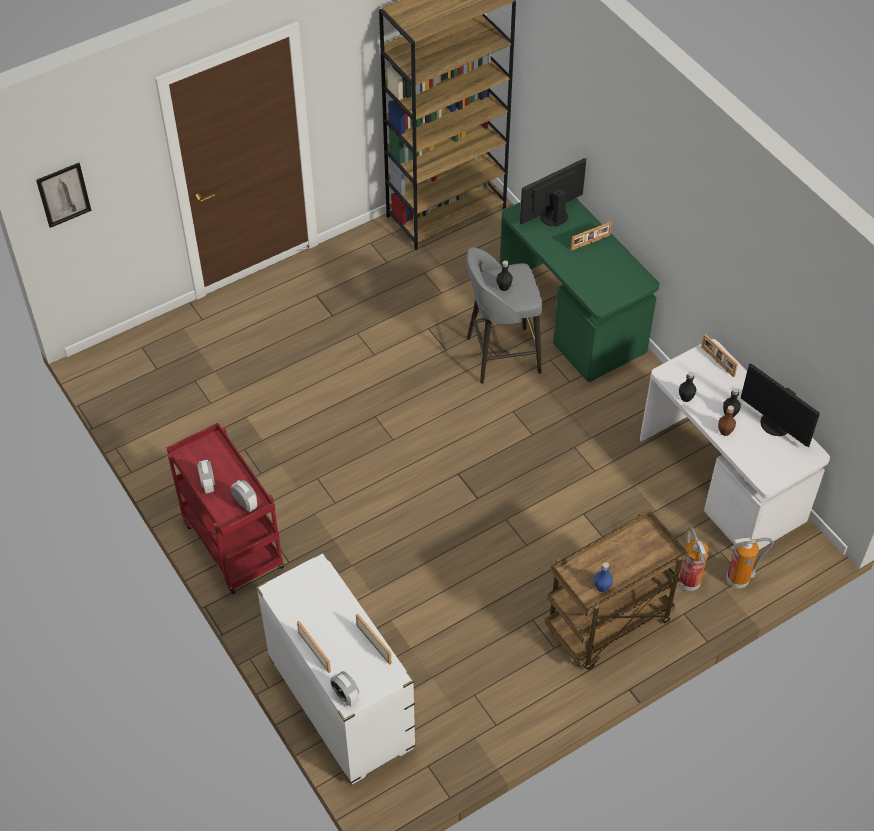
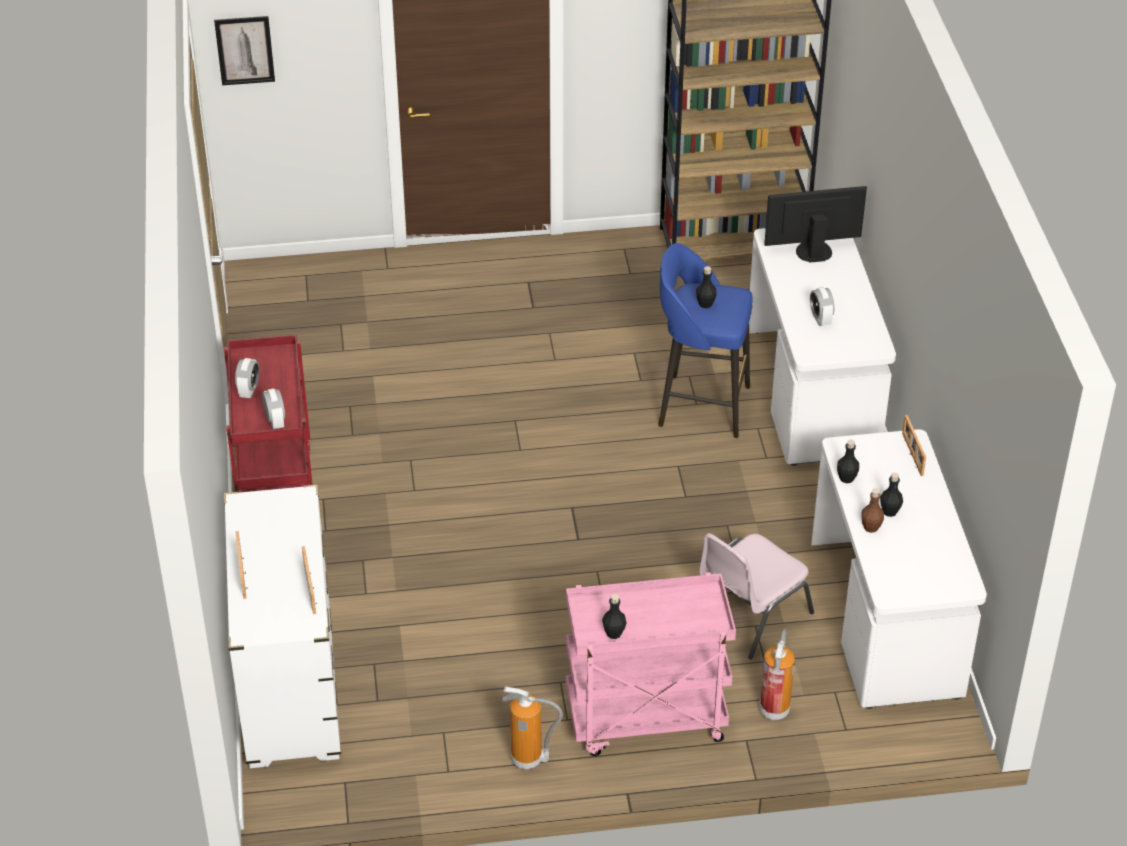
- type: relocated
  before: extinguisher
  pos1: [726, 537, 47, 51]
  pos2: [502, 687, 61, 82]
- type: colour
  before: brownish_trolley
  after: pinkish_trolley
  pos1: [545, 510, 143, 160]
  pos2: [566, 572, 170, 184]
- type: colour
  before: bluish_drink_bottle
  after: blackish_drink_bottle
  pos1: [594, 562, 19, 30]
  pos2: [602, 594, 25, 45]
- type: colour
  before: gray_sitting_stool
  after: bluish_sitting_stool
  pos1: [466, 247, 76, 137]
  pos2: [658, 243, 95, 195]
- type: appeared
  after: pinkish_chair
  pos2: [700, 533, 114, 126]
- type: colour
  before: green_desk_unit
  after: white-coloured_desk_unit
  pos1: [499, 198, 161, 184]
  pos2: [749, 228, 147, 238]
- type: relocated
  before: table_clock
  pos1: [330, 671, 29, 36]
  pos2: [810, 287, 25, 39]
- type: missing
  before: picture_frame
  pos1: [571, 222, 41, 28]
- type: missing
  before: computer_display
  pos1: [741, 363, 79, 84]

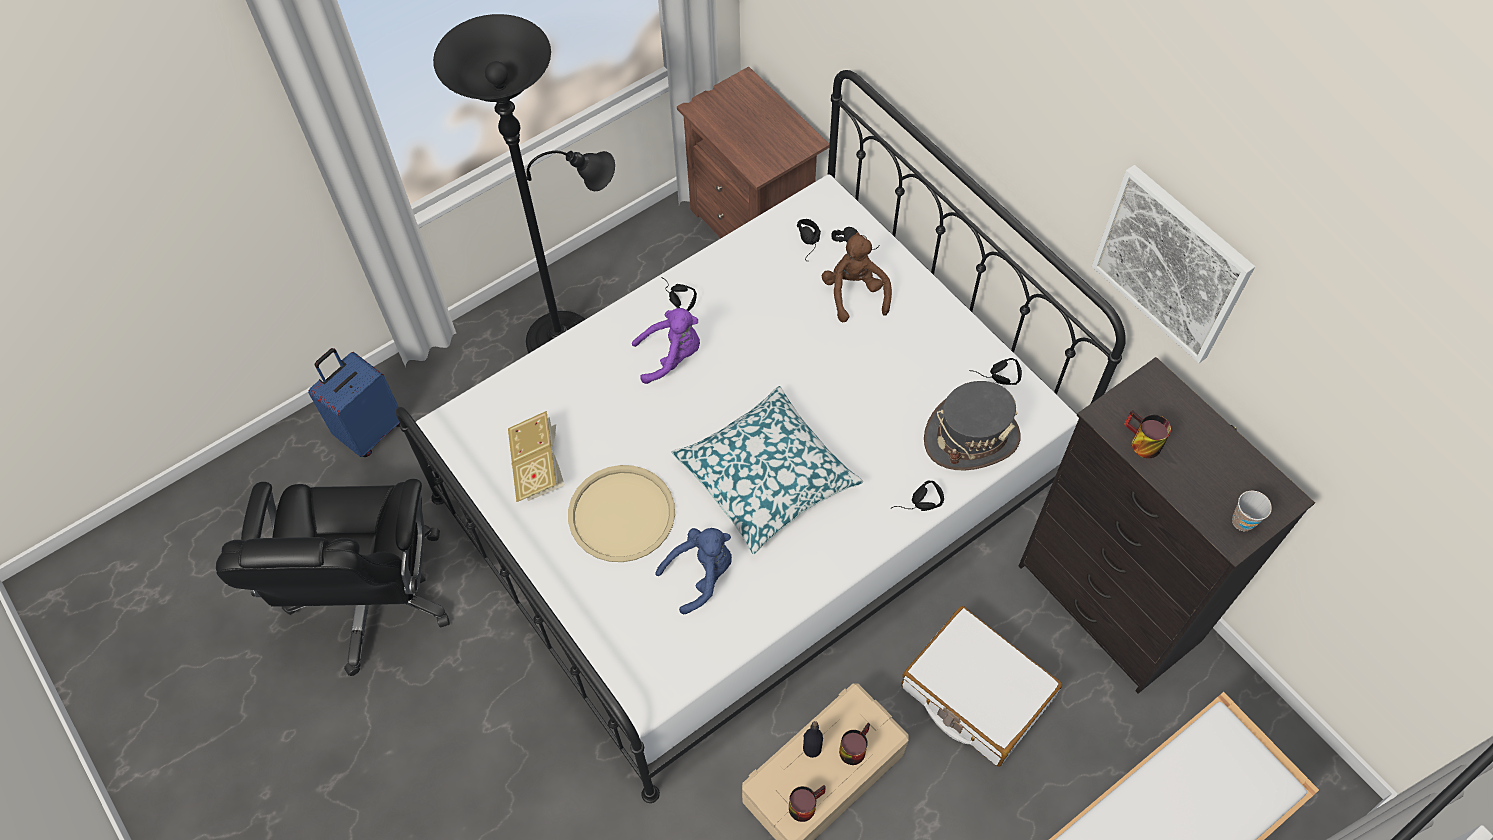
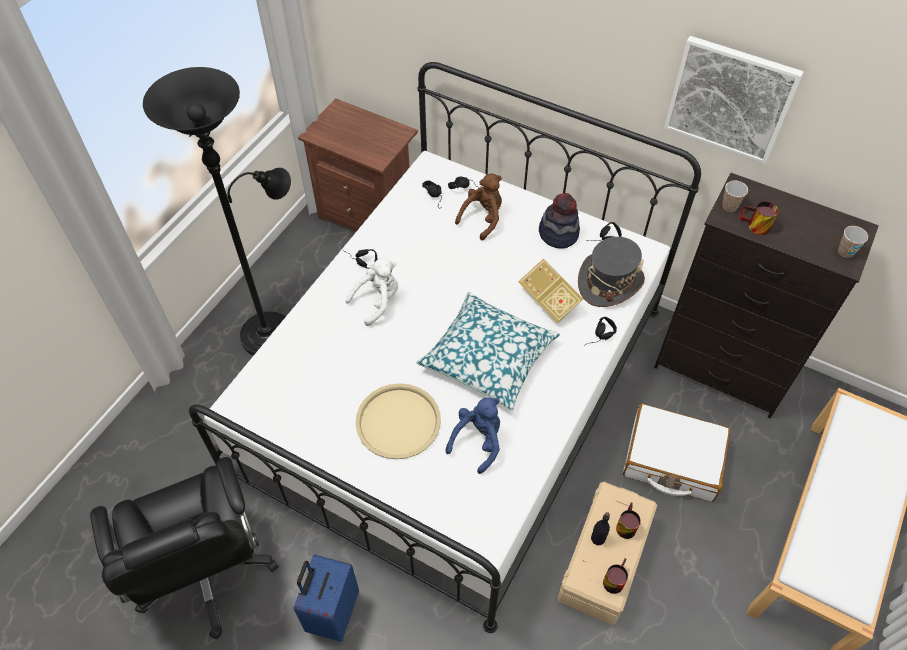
- type: relocated
  before: bluish_piece_of_luggage
  pos1: [308, 348, 92, 109]
  pos2: [294, 554, 65, 88]
- type: colour
  before: purplish_cuddly_toy
  after: white-coloured_cuddly_toy
  pos1: [632, 308, 68, 76]
  pos2: [346, 258, 52, 68]
- type: spun
  before: brownish_cuddly_toy
  pos1: [822, 232, 70, 90]
  pos2: [455, 173, 47, 67]
  turn: 75
- type: relocated
  before: volume
  pos1: [508, 411, 57, 91]
  pos2: [518, 258, 65, 65]
- type: appeared
  after: wearable_hat
  pos2: [539, 193, 41, 56]
- type: appeared
  after: small_cup
  pos2: [722, 181, 26, 31]

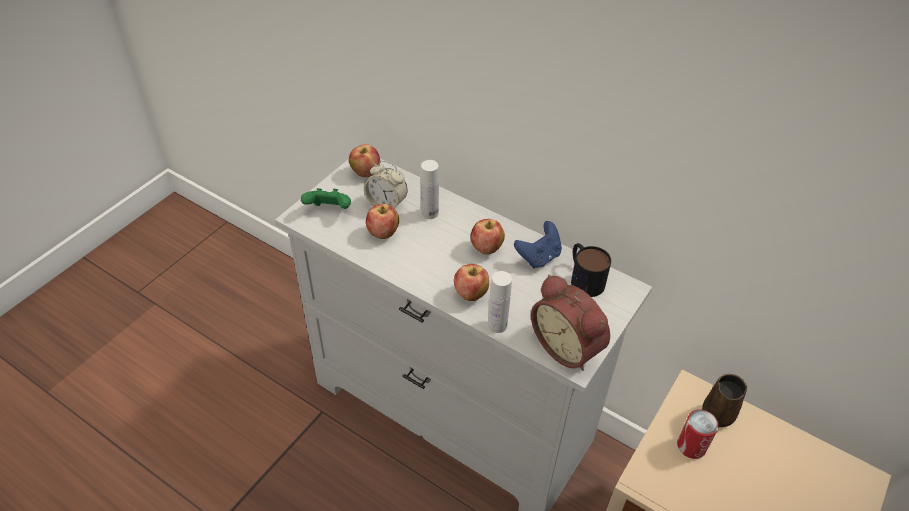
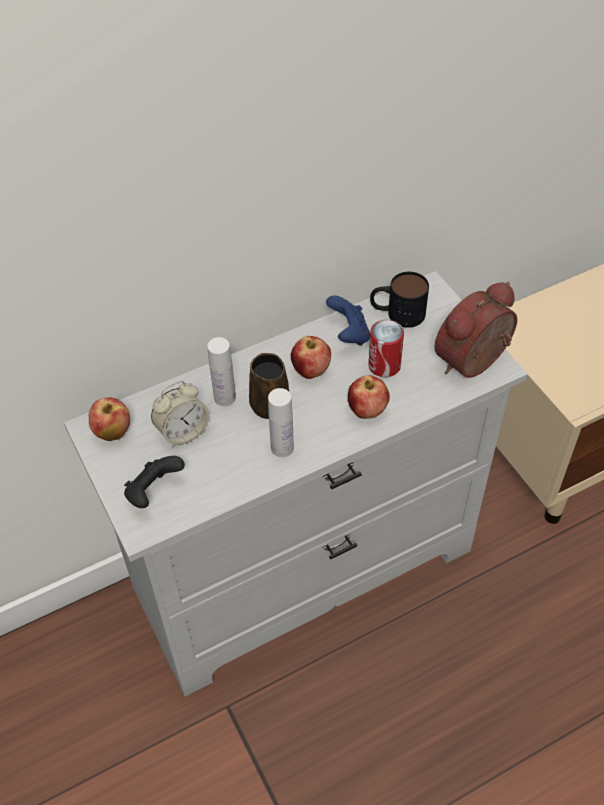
- type: colour
  before: green_game_controller
  after: blackish_game_controller
  pos1: [301, 188, 50, 21]
  pos2: [124, 456, 61, 52]
- type: relocated
  before: brownish_coffee_mug
  pos1: [702, 374, 45, 53]
  pos2: [249, 353, 40, 66]
- type: relocated
  before: white-coloured_drink_bottle
  pos1: [488, 271, 24, 62]
  pos2: [268, 388, 26, 69]
- type: relocated
  before: can
  pos1: [677, 409, 42, 50]
  pos2: [368, 320, 36, 57]
- type: spun
  before: table_clock
  pos1: [531, 275, 79, 96]
  pos2: [434, 282, 83, 96]
  turn: 150
- type: missing
  before: apple_fruit
  pos1: [366, 204, 33, 35]

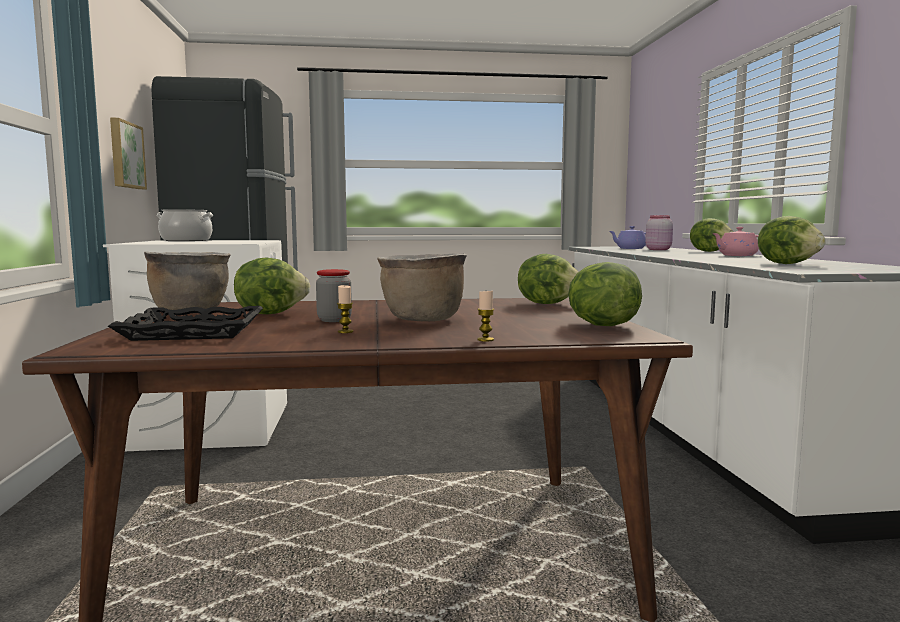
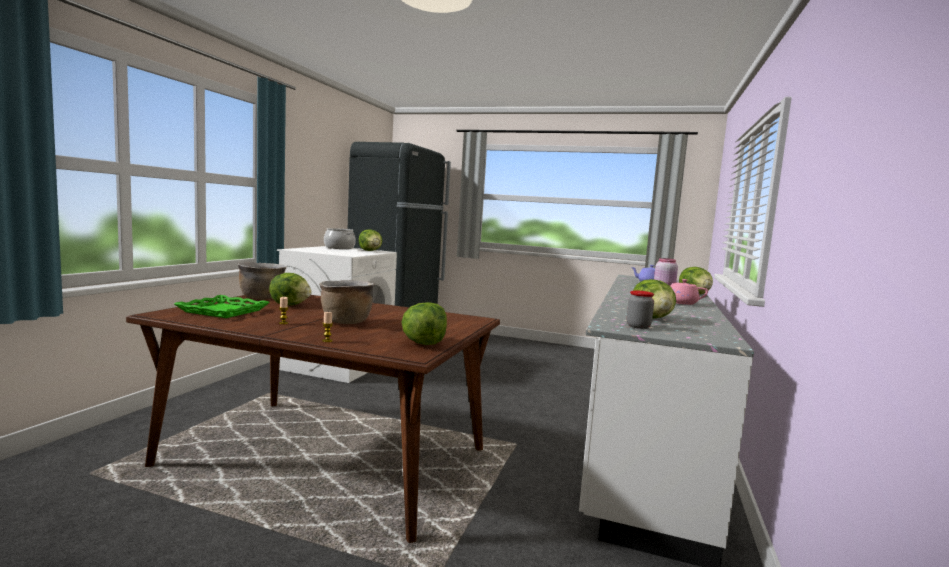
- type: colour
  before: blackish_tray
  after: green_tray
  pos1: [108, 306, 155, 35]
  pos2: [174, 295, 96, 23]
- type: relocated
  before: lettuce
  pos1: [518, 254, 60, 50]
  pos2: [359, 229, 23, 22]
- type: relocated
  before: storage_jar
  pos1: [316, 269, 36, 53]
  pos2: [627, 291, 27, 38]
- type: missing
  before: wall_art
  pos1: [110, 118, 37, 71]

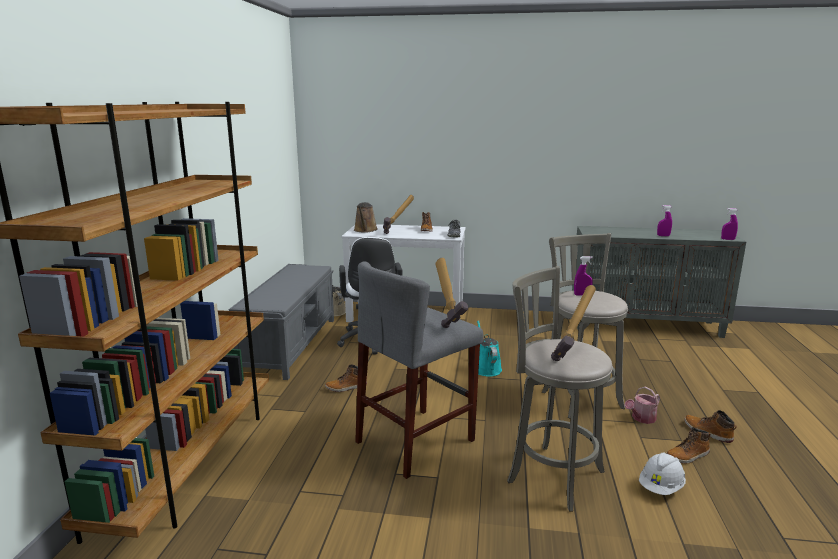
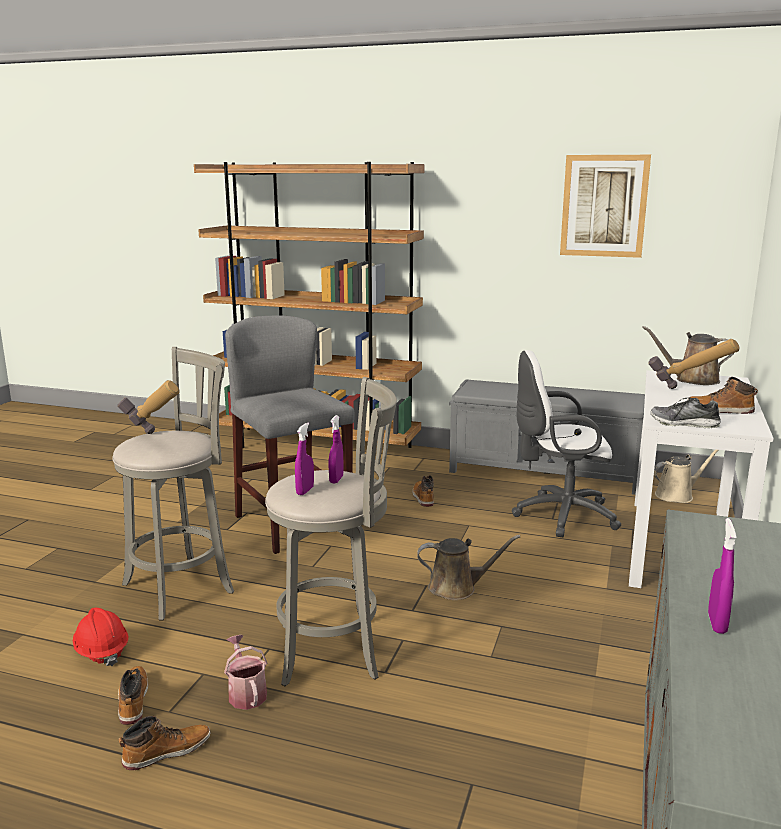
- type: colour
  before: white-coloured_safety_helmet
  after: reddish_safety_helmet
  pos1: [639, 452, 47, 43]
  pos2: [73, 608, 55, 58]
- type: relocated
  before: purplish_hand_sprayer
  pos1: [721, 208, 17, 32]
  pos2: [295, 422, 19, 73]
- type: colour
  before: blue-green_watering_can
  after: brownish_watering_can
  pos1: [477, 321, 25, 56]
  pos2: [417, 535, 103, 65]
- type: appeared
  after: wall_art
  pos2: [560, 155, 91, 103]
- type: missing
  before: hand_hammer
  pos1: [435, 258, 33, 70]

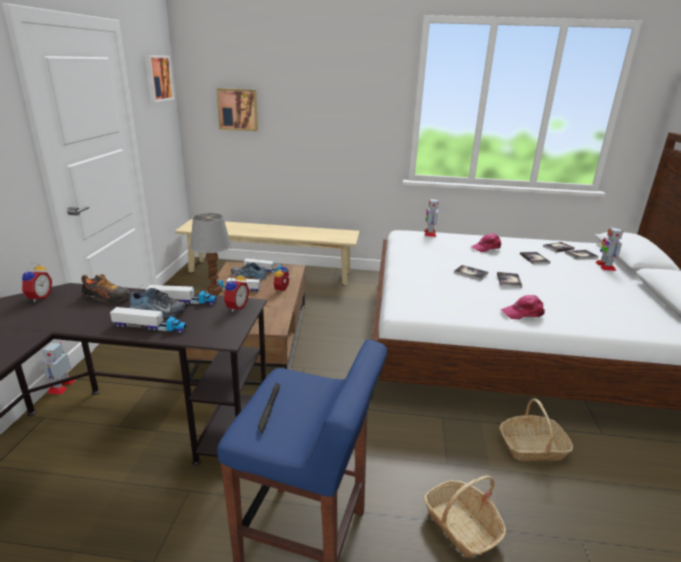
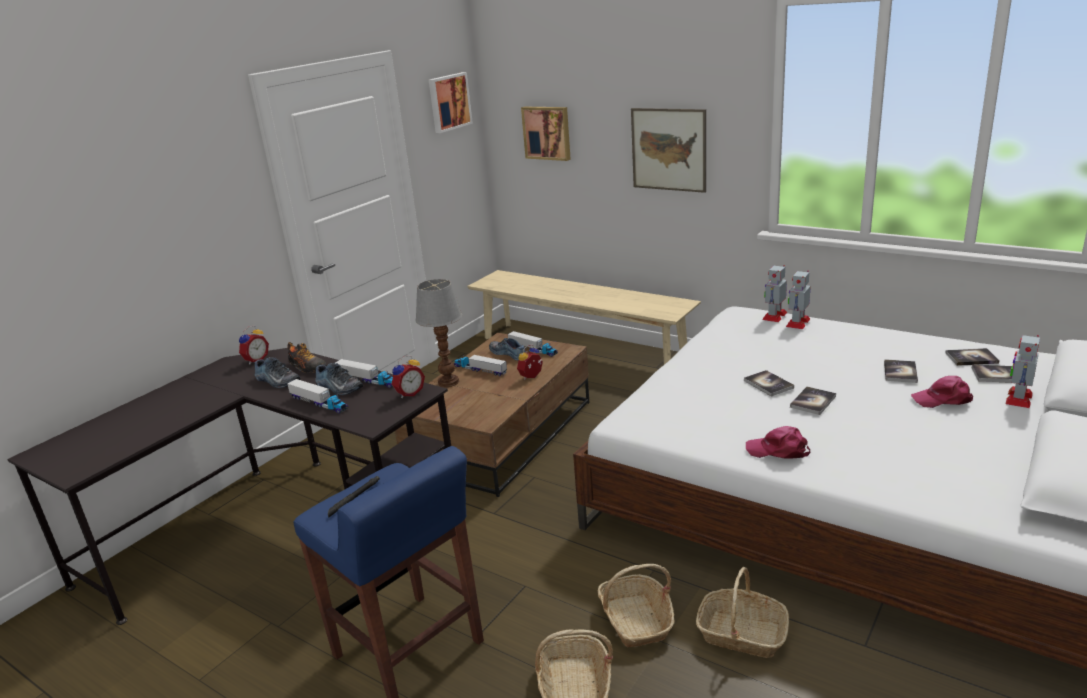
- type: appeared
  after: shoe
  pos2: [255, 357, 45, 31]
- type: appeared
  after: basket
  pos2: [598, 564, 77, 83]
- type: appeared
  after: wall_art
  pos2: [631, 108, 75, 85]
- type: relocated
  before: robot_figure
  pos1: [42, 342, 34, 52]
  pos2: [786, 271, 25, 58]
- type: relocated
  before: pinkish_baseball_cap
  pos1: [471, 233, 30, 19]
  pos2: [911, 376, 62, 32]

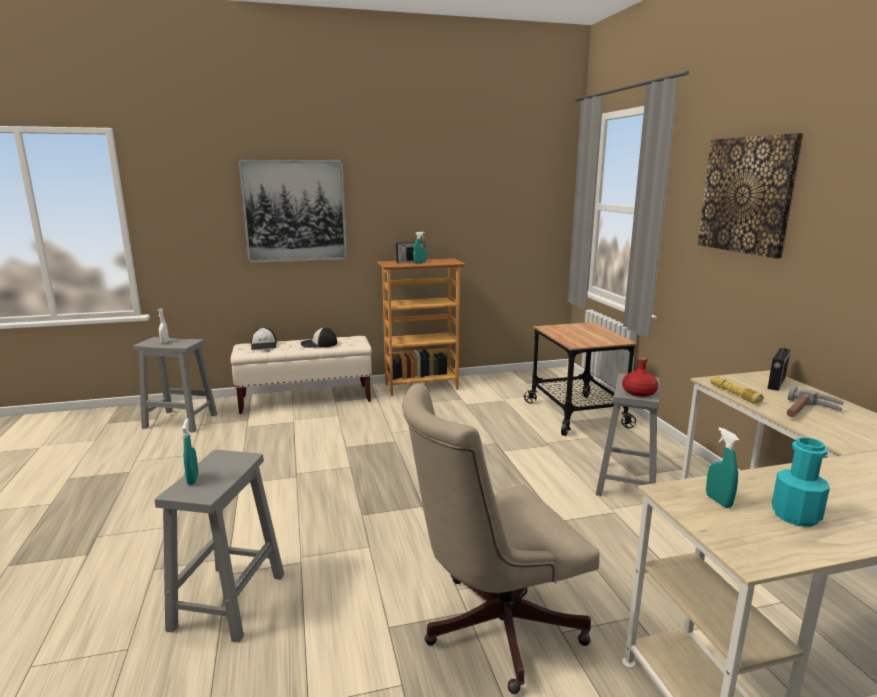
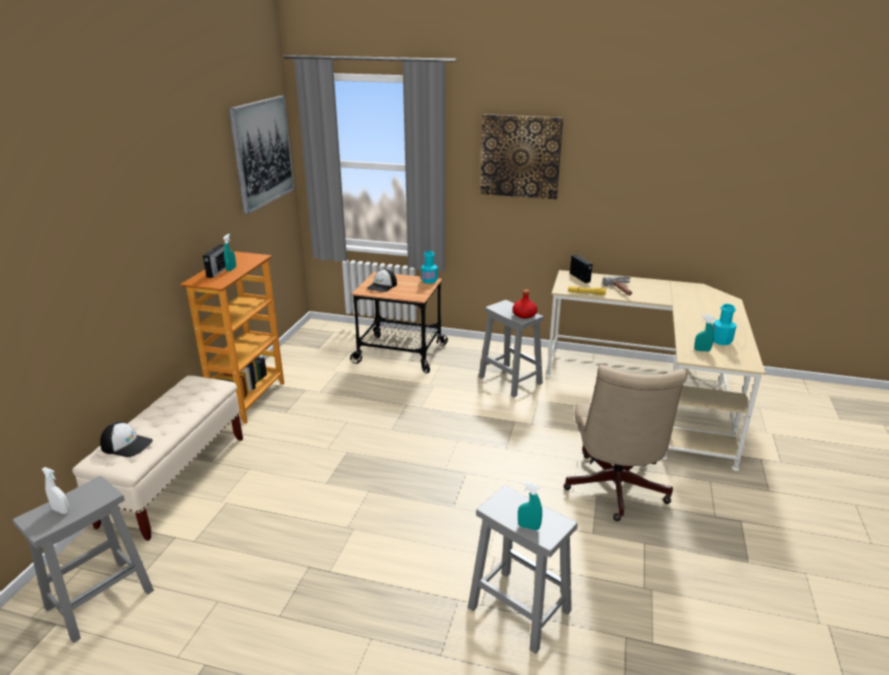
- type: relocated
  before: wall_art
  pos1: [238, 159, 109, 104]
  pos2: [229, 96, 66, 118]
- type: relocated
  before: baseball_cap
  pos1: [301, 328, 36, 20]
  pos2: [367, 269, 30, 23]
- type: appeared
  after: blue-green_drink_bottle
  pos2: [421, 251, 17, 32]

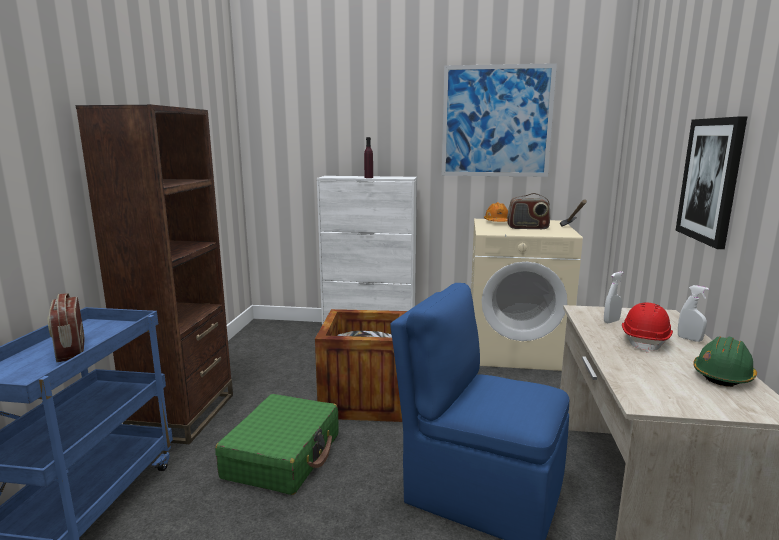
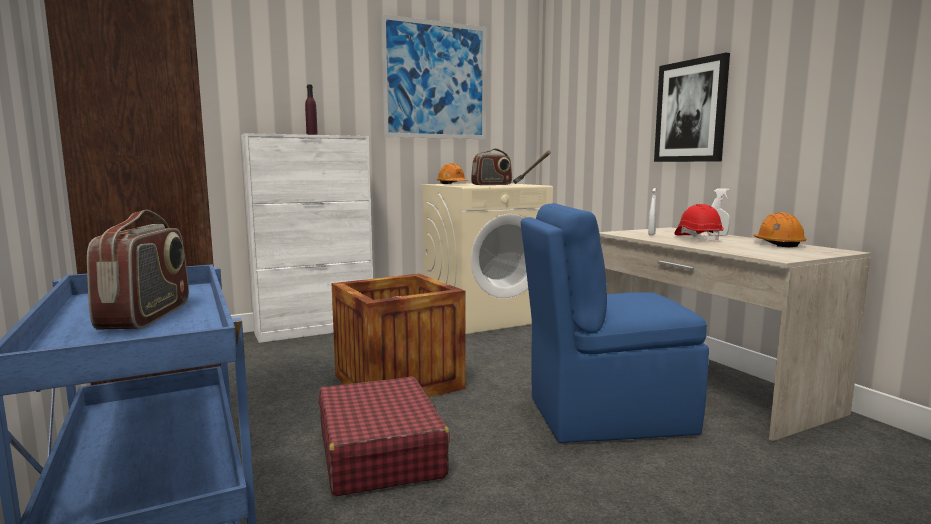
- type: spun
  before: radio_receiver
  pos1: [48, 293, 36, 69]
  pos2: [87, 209, 102, 121]
  turn: -120
- type: colour
  before: green_piece_of_luggage
  after: reddish_piece_of_luggage
  pos1: [215, 394, 124, 101]
  pos2: [319, 377, 131, 119]
- type: colour
  before: green_safety_helmet
  after: orange_safety_helmet
  pos1: [693, 336, 64, 51]
  pos2: [753, 212, 54, 35]

